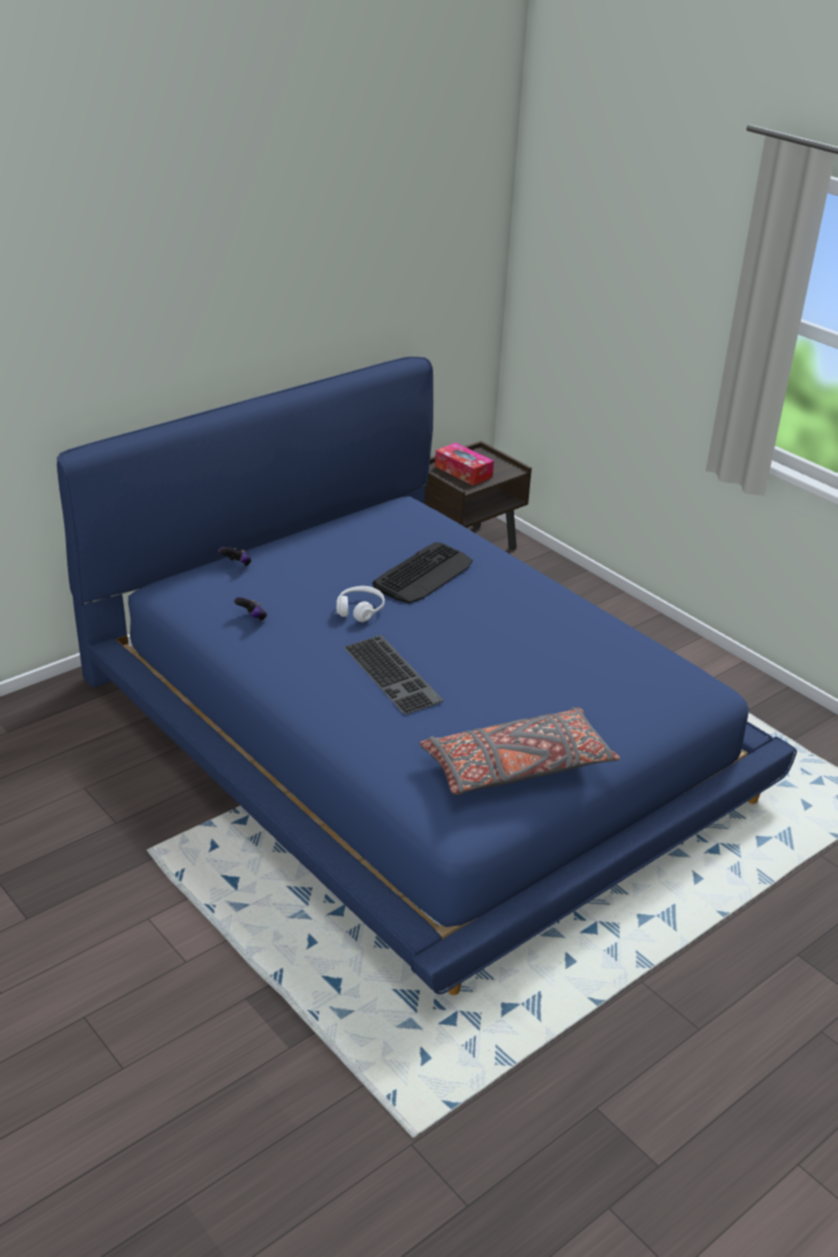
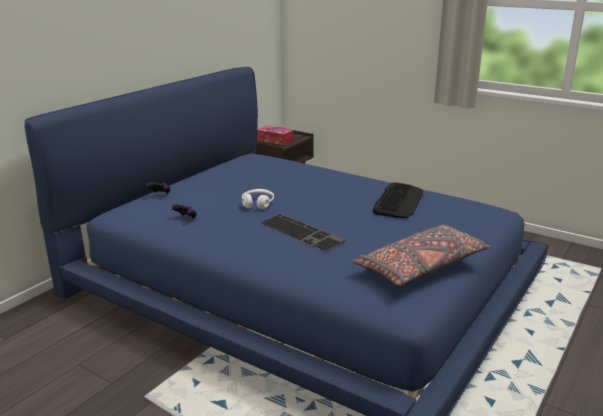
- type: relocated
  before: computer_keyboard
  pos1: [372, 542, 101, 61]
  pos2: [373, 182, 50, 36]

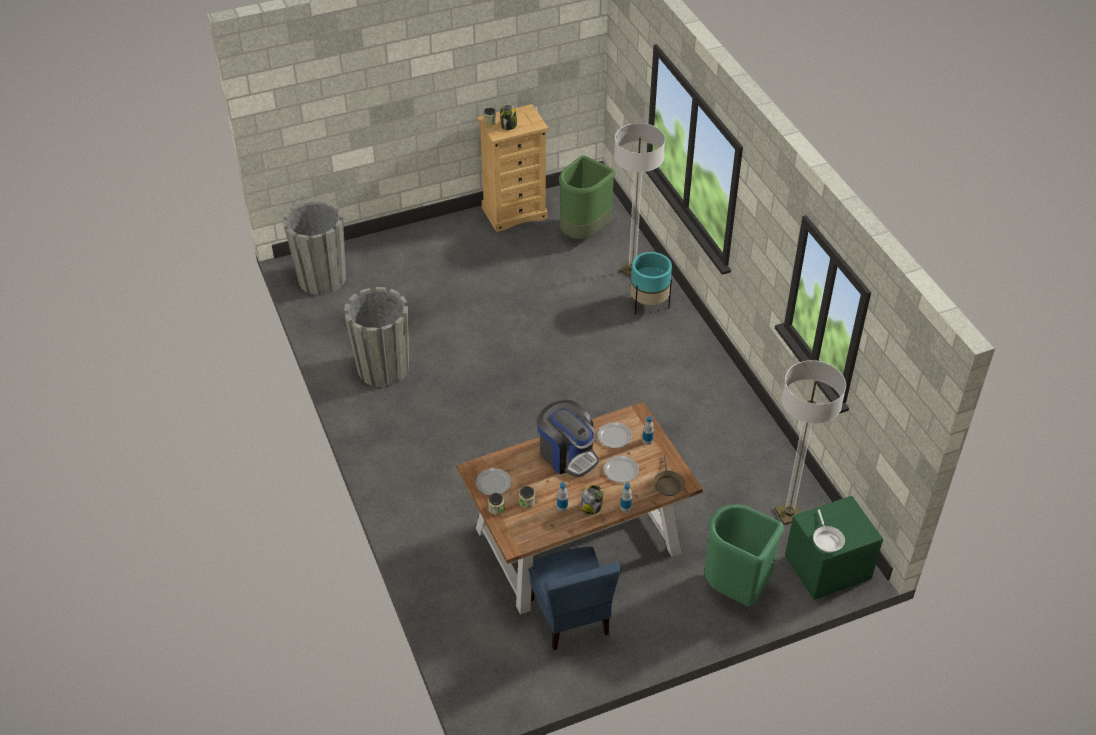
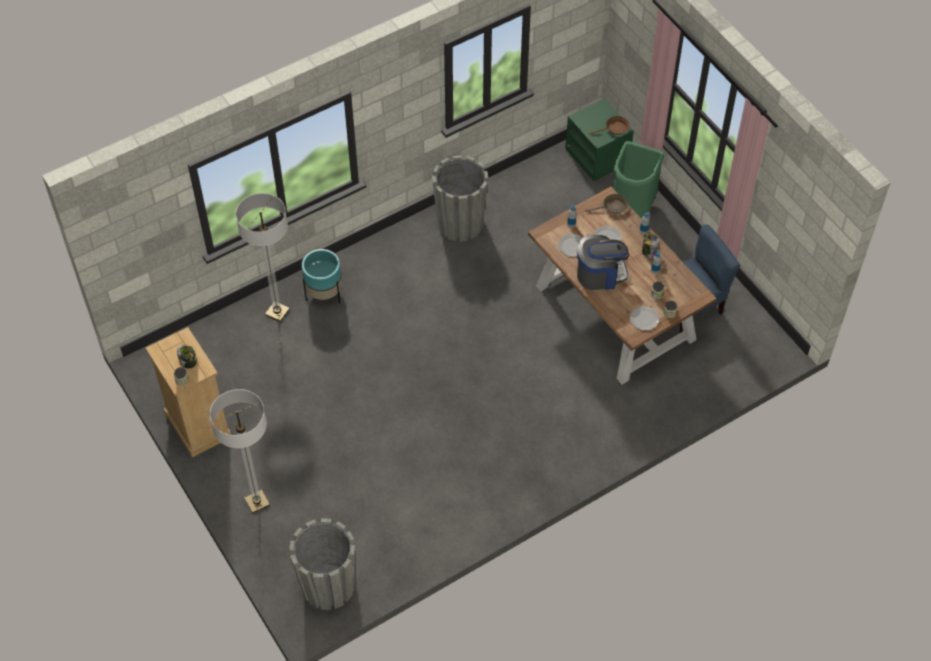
- type: relocated
  before: floor_lamp
  pos1: [775, 360, 71, 165]
  pos2: [210, 389, 60, 125]
- type: relocated
  before: gray_planter
  pos1: [344, 287, 65, 100]
  pos2: [432, 155, 56, 87]
- type: spun
  before: coffee_brewer
  pos1: [537, 400, 62, 77]
  pos2: [577, 235, 52, 55]
  turn: 45
- type: colour
  before: white-coloured_pan
  after: brownish_pan
  pos1: [813, 510, 32, 42]
  pos2: [589, 116, 41, 19]
- type: missing
  before: green_waste_bin
  pos1: [559, 155, 56, 84]

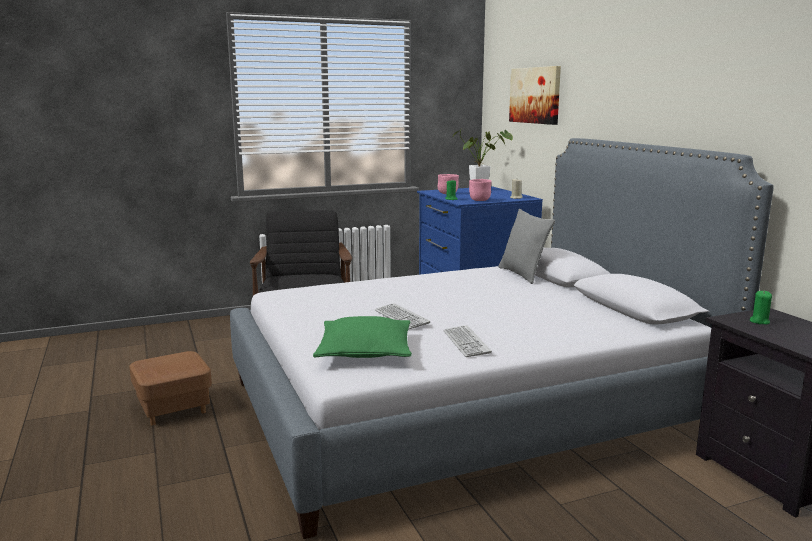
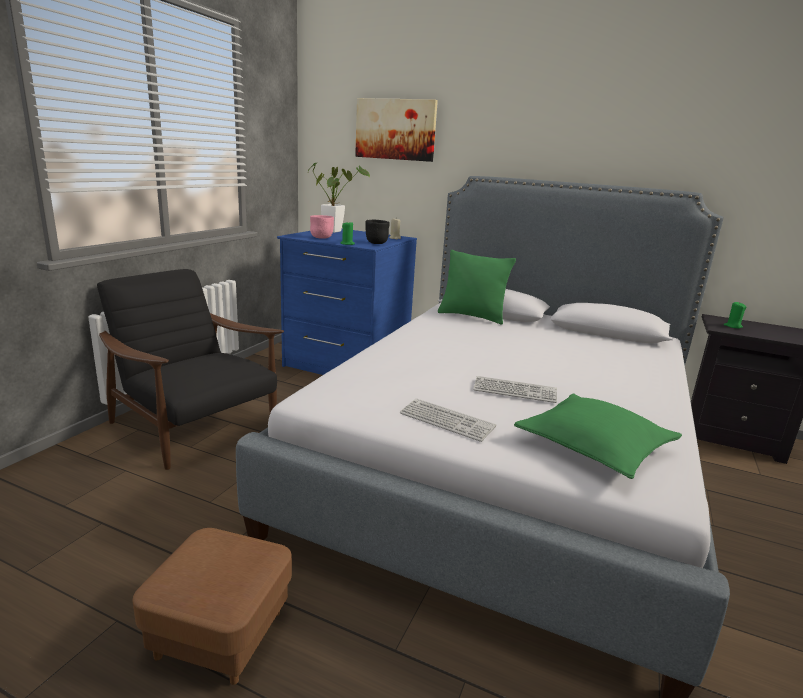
- type: colour
  before: pinkish_bowl
  after: blackish_bowl
  pos1: [469, 179, 23, 22]
  pos2: [365, 219, 25, 25]
- type: relocated
  before: computer_keyboard
  pos1: [443, 325, 49, 32]
  pos2: [400, 398, 96, 44]
- type: colour
  before: gray_throw_pillow
  after: green_throw_pillow
  pos1: [498, 209, 57, 75]
  pos2: [438, 250, 78, 74]

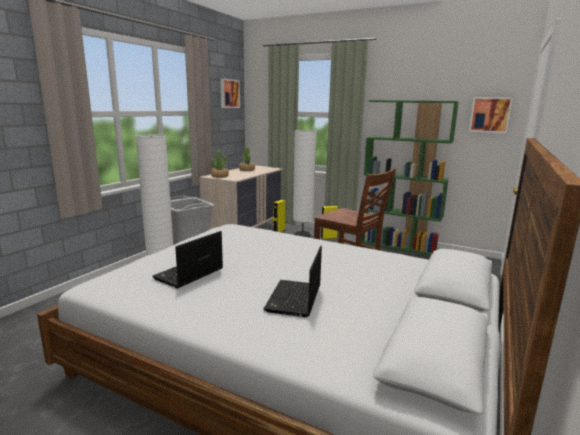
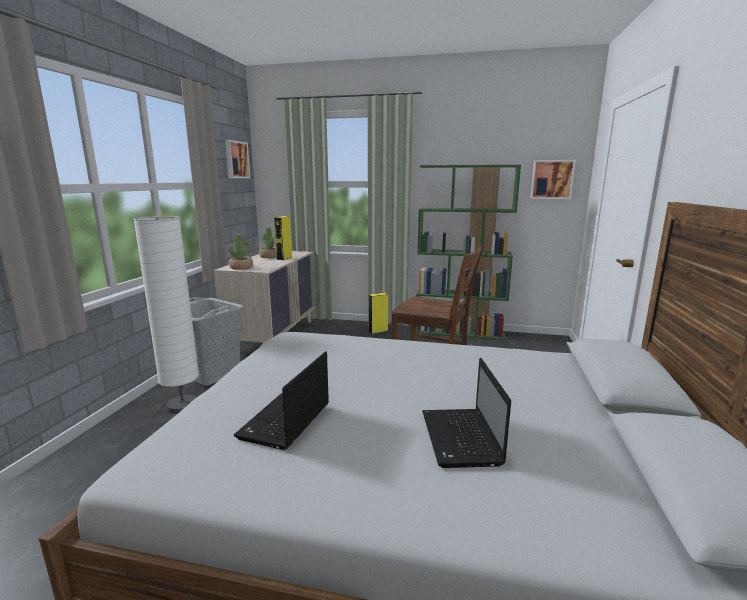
- type: relocated
  before: yellow_speaker
  pos1: [273, 200, 13, 32]
  pos2: [274, 216, 18, 44]
- type: missing
  before: white-coloured_floor_lamp
  pos1: [293, 130, 23, 107]

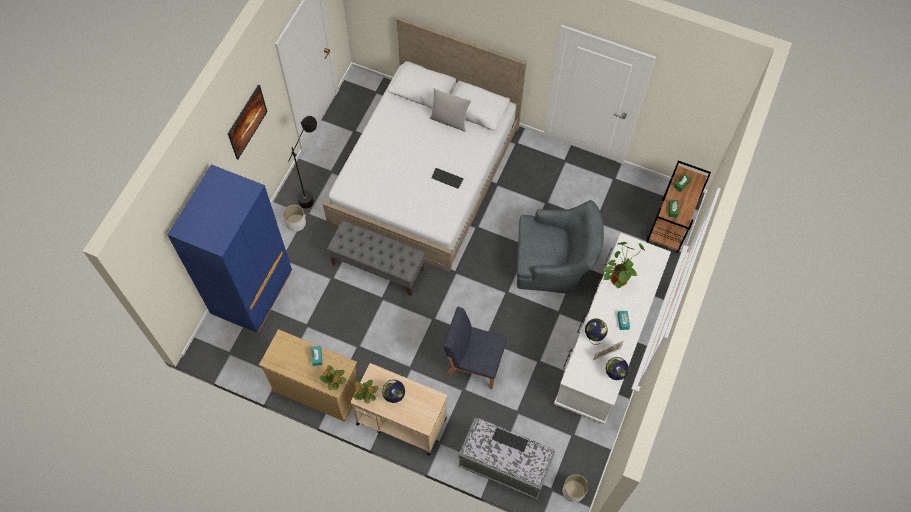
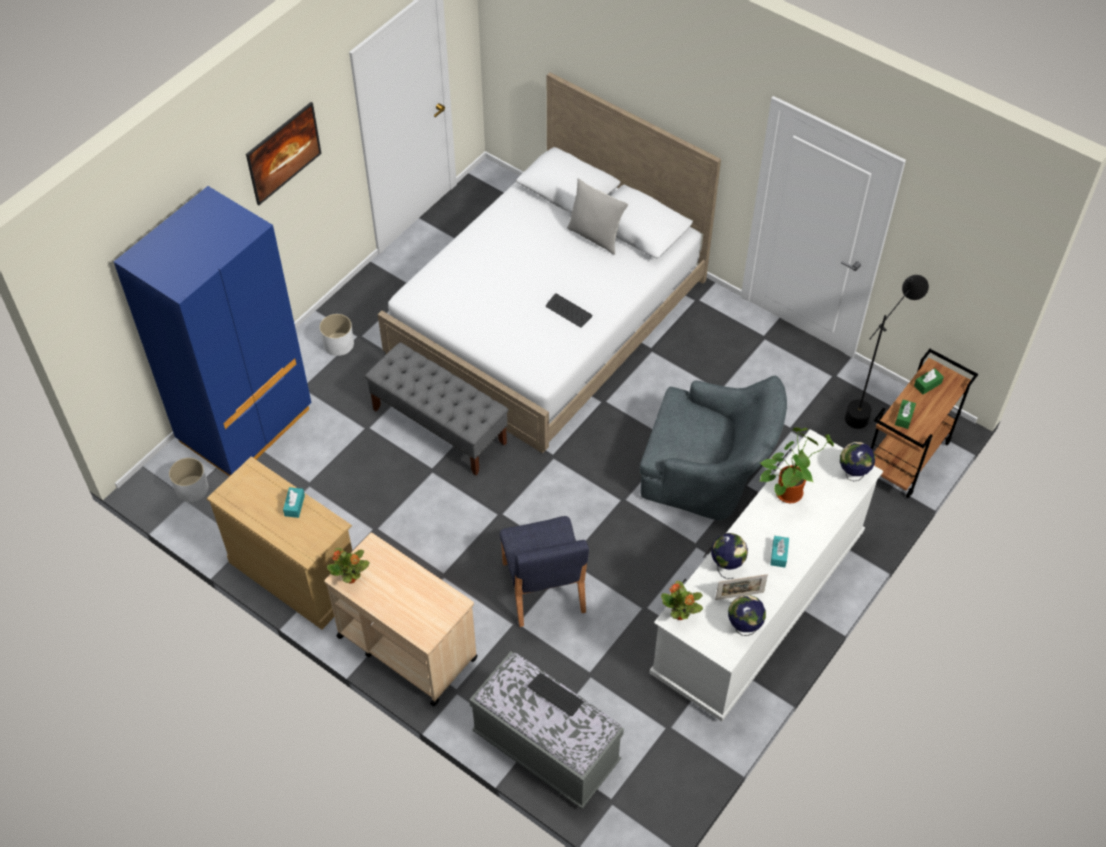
- type: relocated
  before: white-coloured_planter
  pos1: [563, 474, 25, 29]
  pos2: [169, 458, 40, 44]
- type: spun
  before: bluish_chair
  pos1: [444, 307, 63, 82]
  pos2: [500, 516, 89, 111]
  turn: -135
- type: relocated
  before: potted_plant
  pos1: [319, 365, 28, 25]
  pos2: [661, 581, 42, 39]
- type: relocated
  before: desk_globe
  pos1: [382, 380, 23, 23]
  pos2: [840, 442, 35, 39]
- type: relocated
  before: blackish_floor_lamp
  pos1: [288, 116, 29, 93]
  pos2: [845, 275, 84, 154]

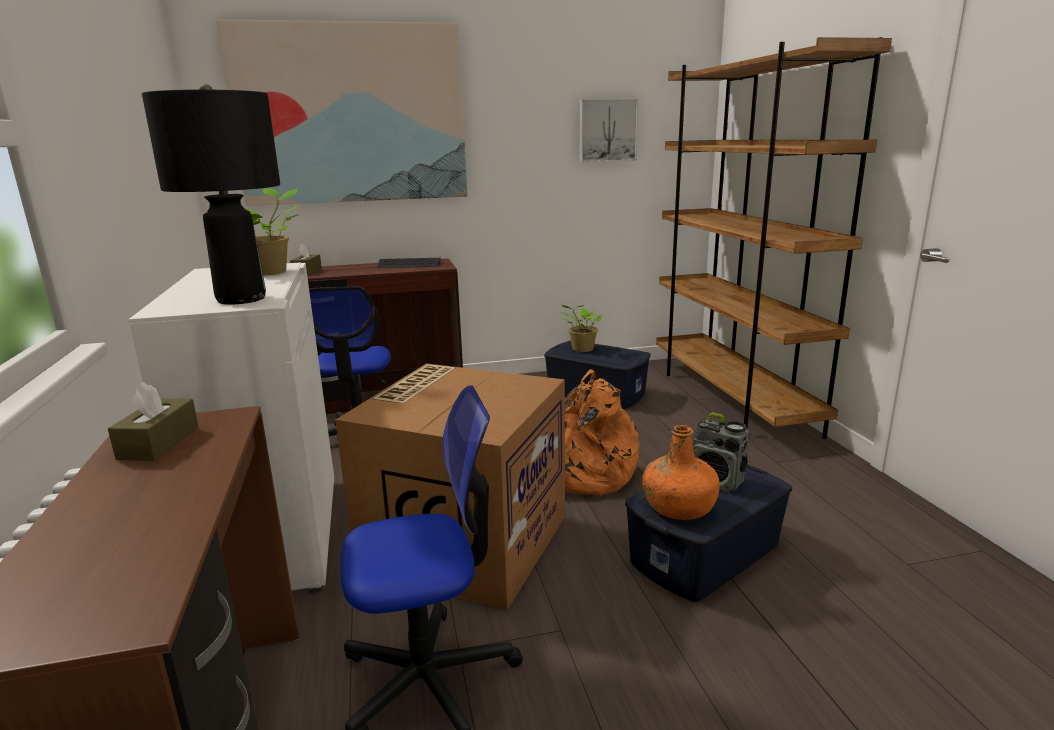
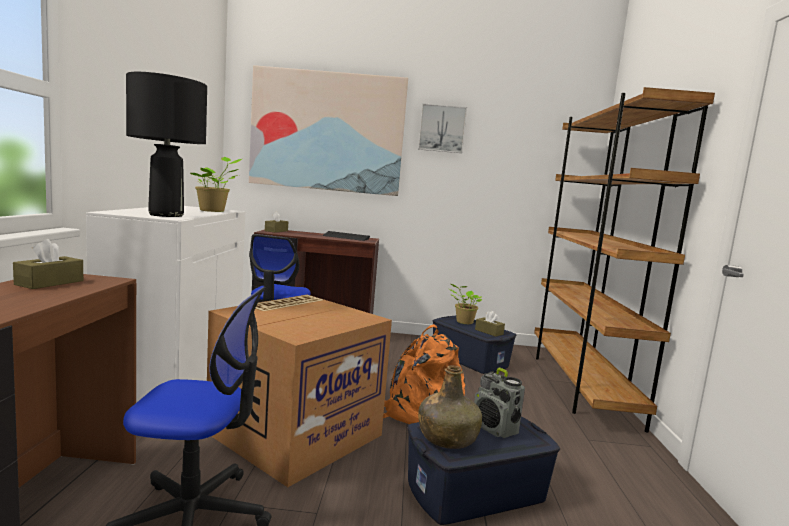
- type: relocated
  before: wall_art
  pos1: [579, 99, 59, 63]
  pos2: [418, 103, 49, 50]
- type: colour
  before: orange_drink_bottle
  after: green_drink_bottle
  pos1: [642, 425, 78, 95]
  pos2: [418, 365, 64, 84]
- type: appeared
  after: brownish_box_of_tissues
  pos2: [475, 311, 30, 26]

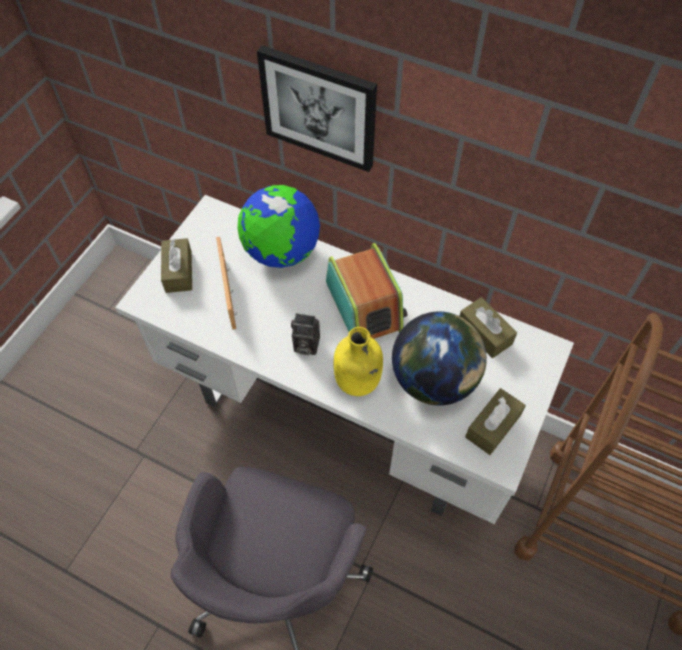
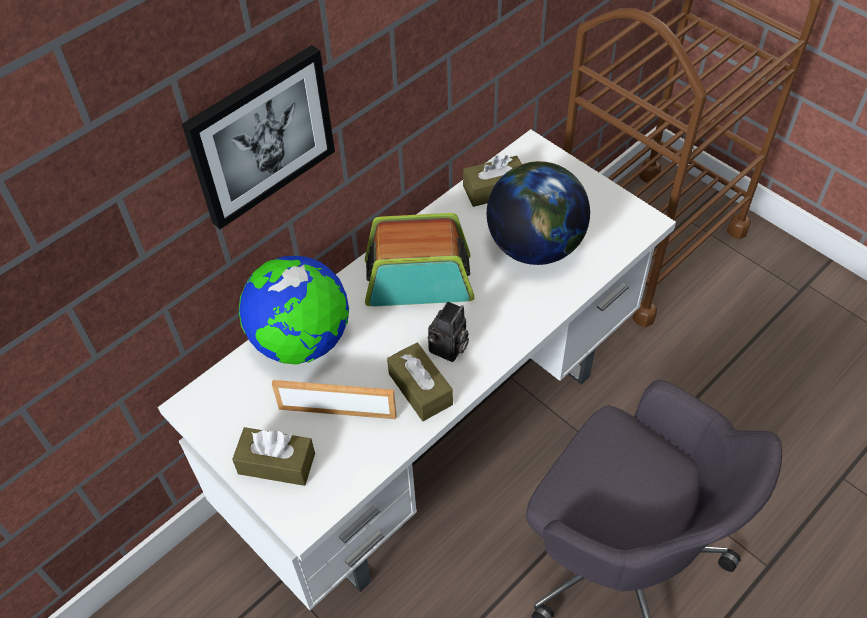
- type: relocated
  before: brownish_box_of_tissues
  pos1: [465, 388, 61, 67]
  pos2: [387, 343, 66, 78]
- type: missing
  before: yellow_drink_bottle
  pos1: [334, 327, 49, 69]

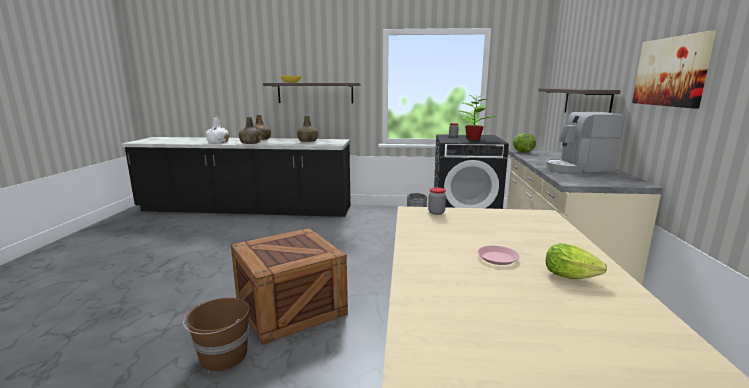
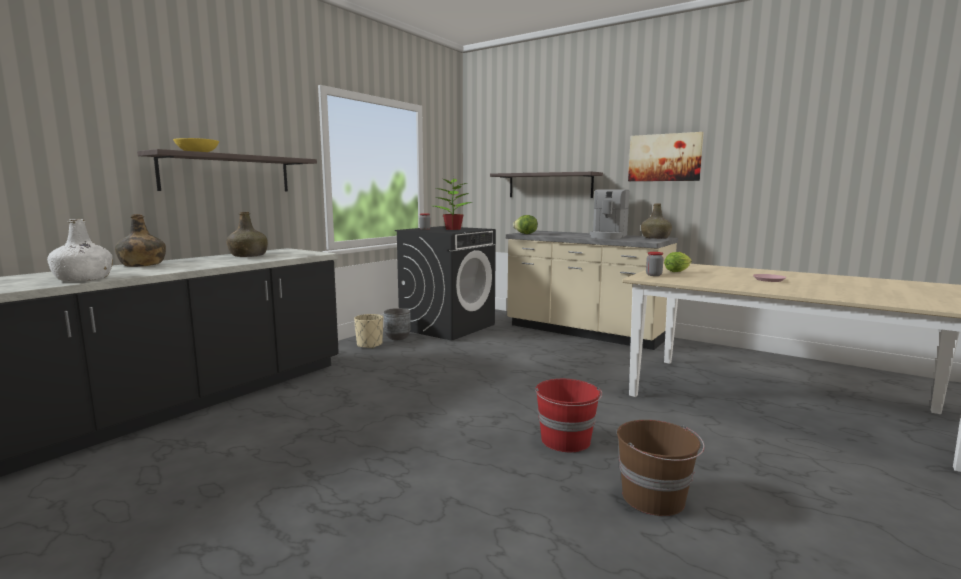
- type: appeared
  after: beige-coloured_planter
  pos2: [354, 314, 29, 34]
- type: exchanged
  before: packing_crate
  after: reddish_water_bucket
  pos1: [231, 228, 117, 117]
  pos2: [535, 379, 67, 73]
- type: relocated
  before: green_drink_bottle
  pos1: [239, 117, 23, 27]
  pos2: [641, 203, 31, 36]
- type: relocated
  before: lettuce
  pos1: [546, 243, 61, 36]
  pos2: [664, 252, 28, 20]

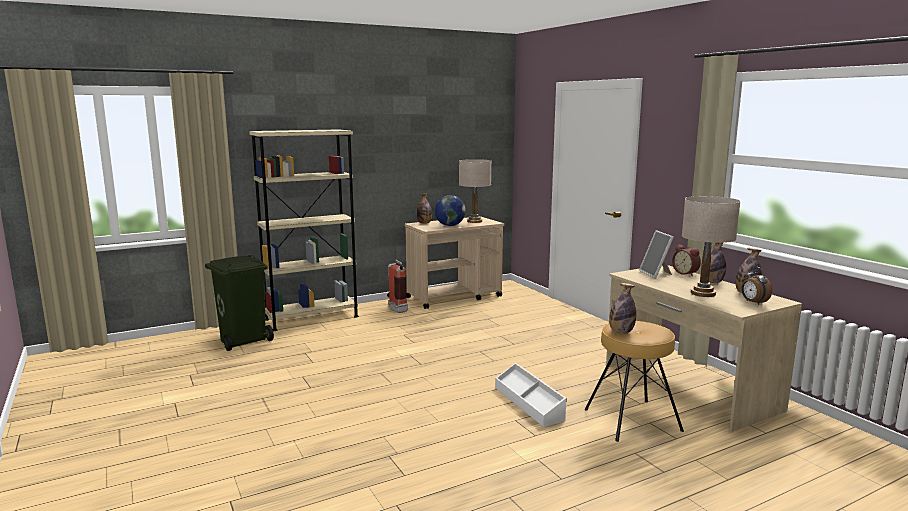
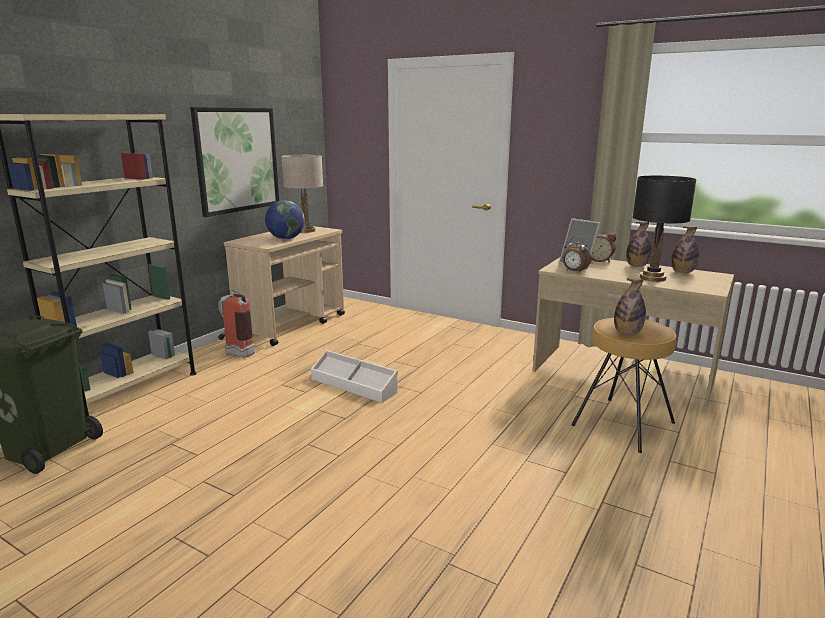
- type: appeared
  after: wall_art
  pos2: [190, 107, 89, 110]
- type: relocated
  before: white-coloured_storage_box
  pos1: [495, 363, 72, 64]
  pos2: [311, 350, 87, 53]
- type: relocated
  before: table_clock
  pos1: [742, 266, 30, 39]
  pos2: [563, 237, 28, 36]
- type: colour
  before: beige-coloured_tabletop_lamp
  after: blackish_tabletop_lamp
  pos1: [682, 196, 59, 101]
  pos2: [633, 176, 64, 106]
- type: missing
  before: drink_bottle
  pos1: [417, 193, 15, 31]

